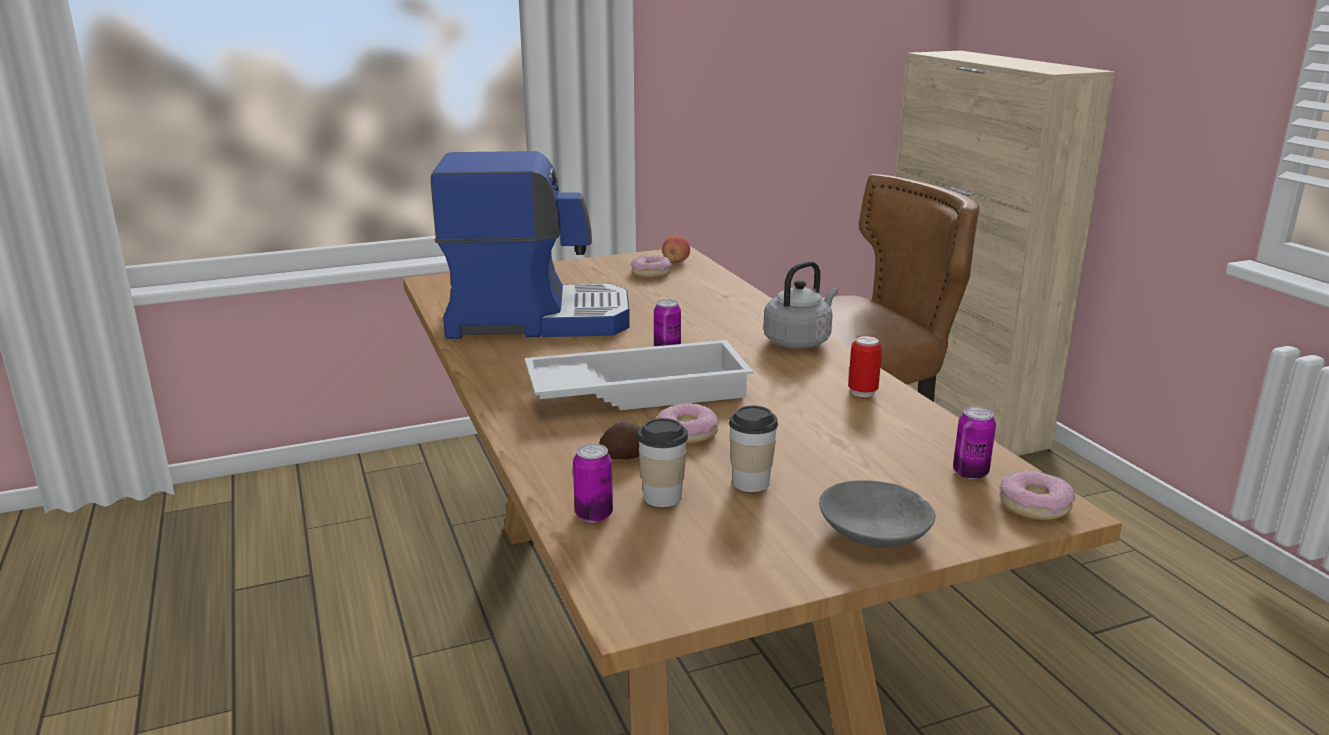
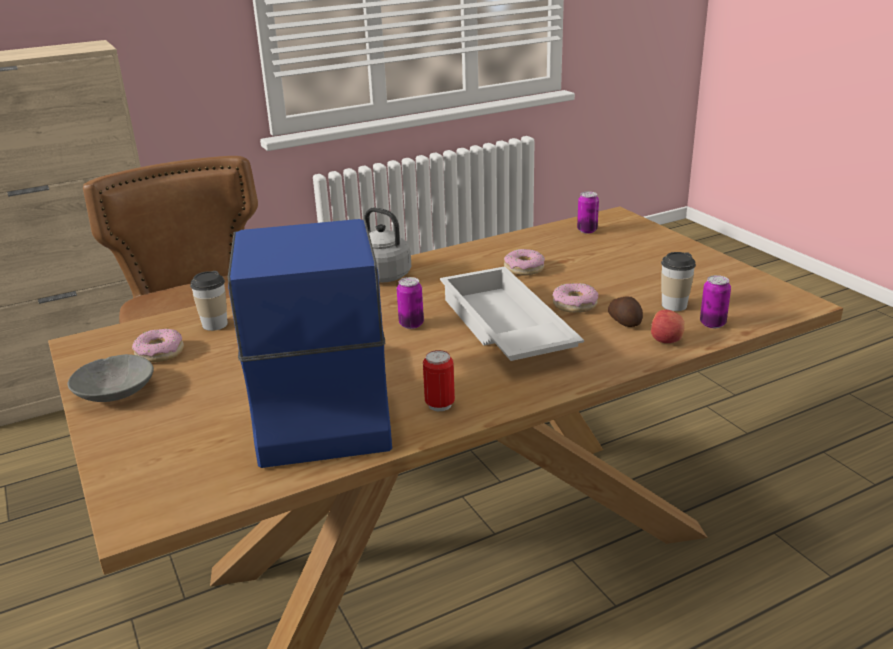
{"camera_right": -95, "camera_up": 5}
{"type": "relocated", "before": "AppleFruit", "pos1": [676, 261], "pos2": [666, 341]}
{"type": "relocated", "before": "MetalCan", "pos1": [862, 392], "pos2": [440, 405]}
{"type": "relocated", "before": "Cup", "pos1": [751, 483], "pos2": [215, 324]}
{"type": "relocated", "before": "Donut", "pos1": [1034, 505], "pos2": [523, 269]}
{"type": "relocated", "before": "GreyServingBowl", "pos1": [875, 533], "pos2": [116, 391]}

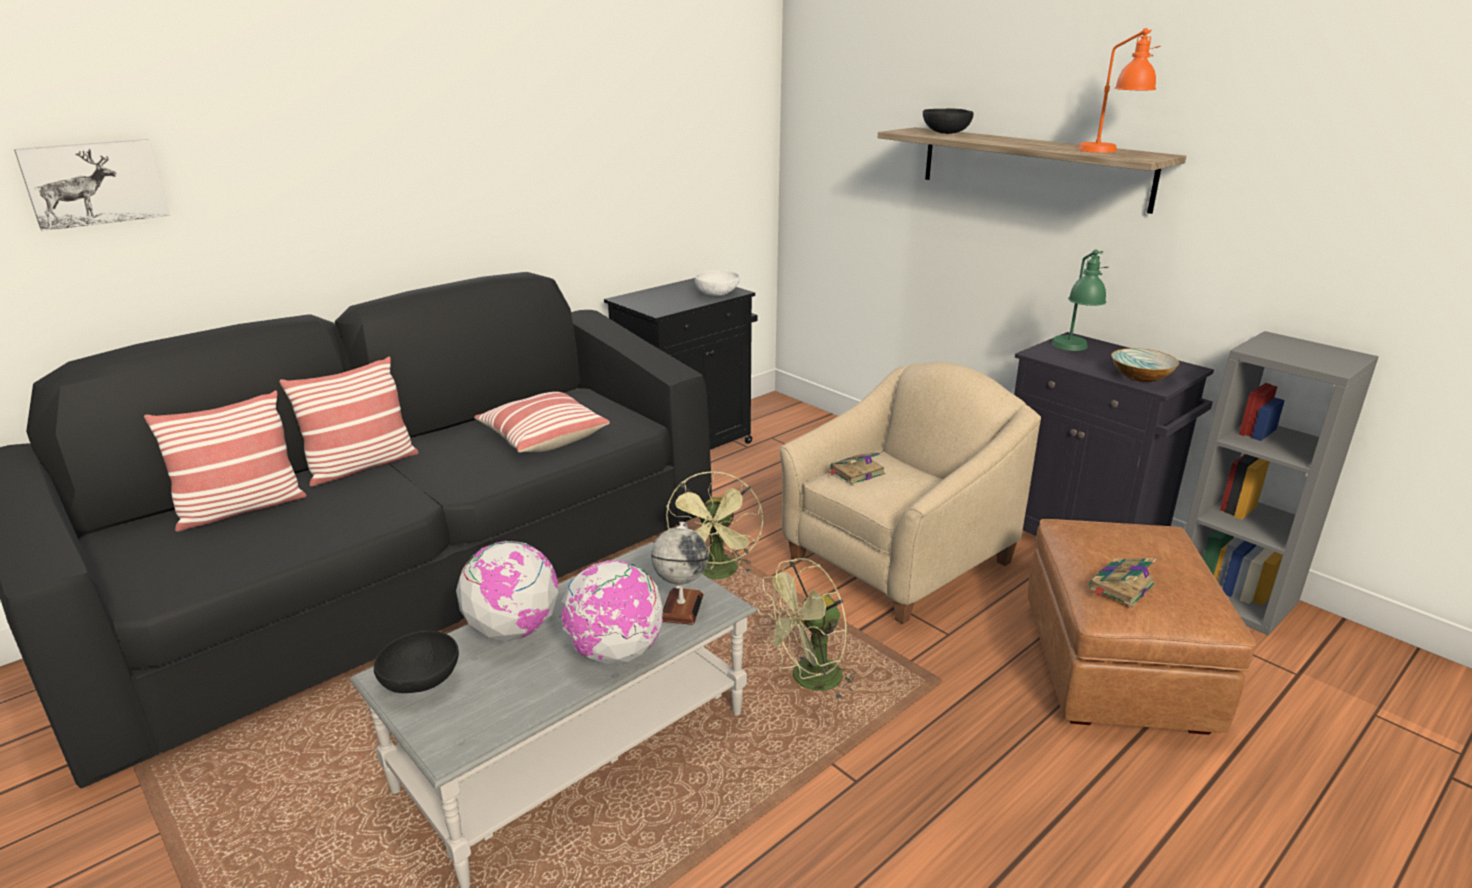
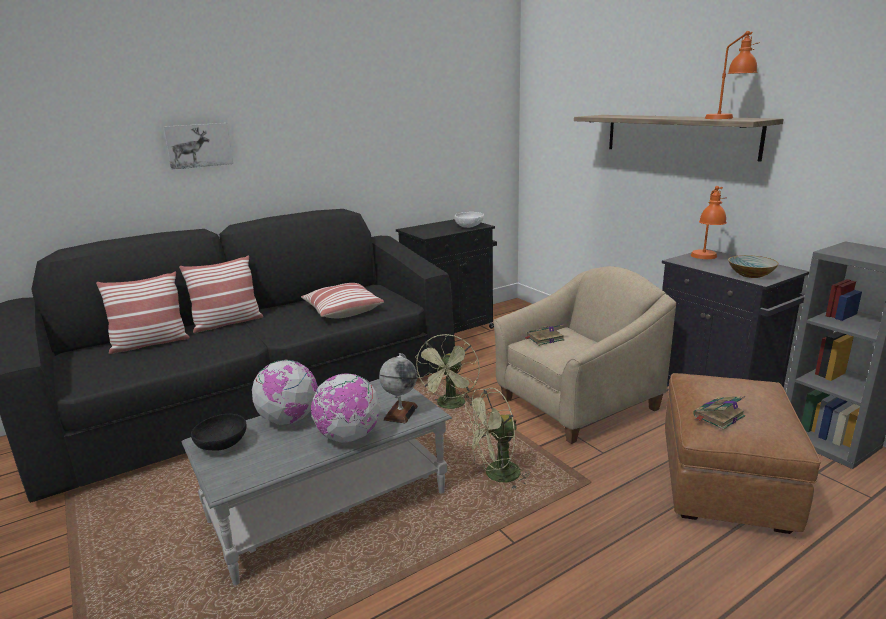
{"camera_right": 10, "camera_up": -5}
{"type": "missing", "before": "BlackishServingBowl", "pos1": [945, 133]}
{"type": "relocated", "before": "Picture", "pos1": [94, 183], "pos2": [198, 145]}
{"type": "colour", "before": "GreenColouredTabletopLamp", "after": "OrangeColouredTabletopLamp", "pos1": [1074, 350], "pos2": [706, 259]}

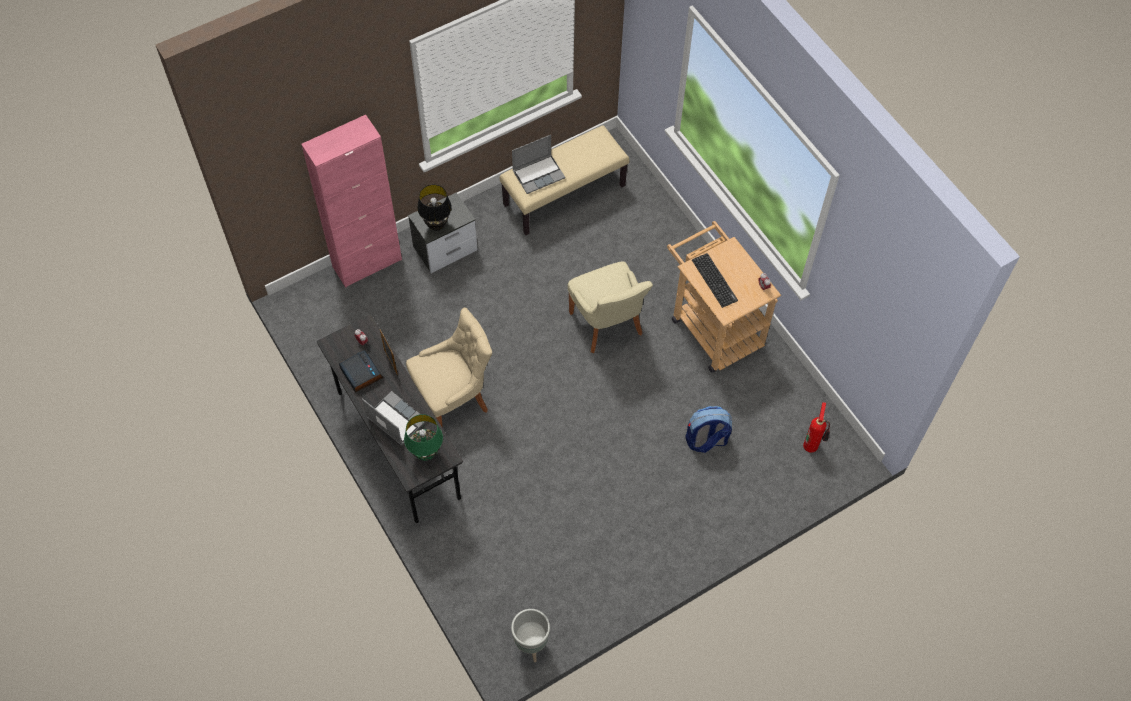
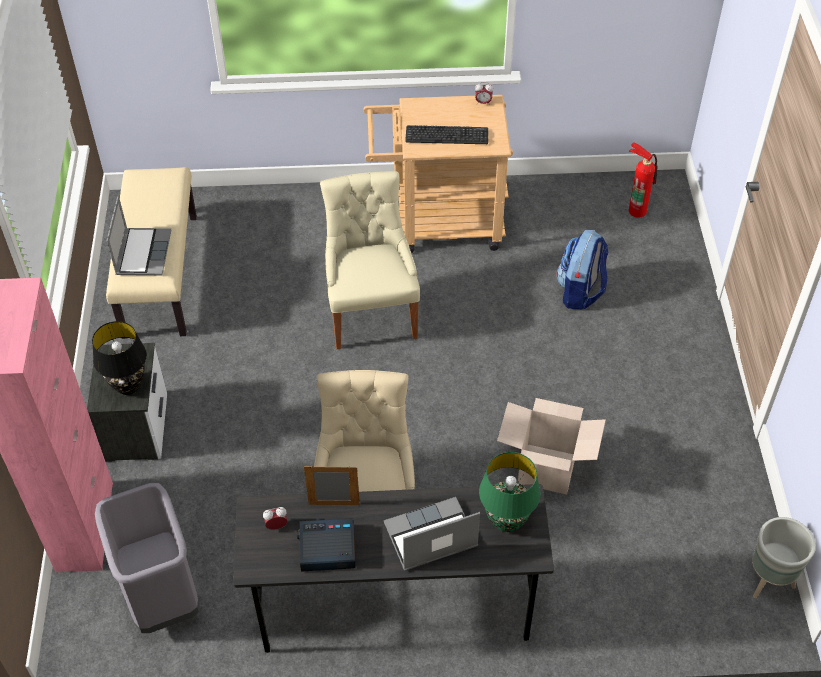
{"camera_right": -60, "camera_up": -10}
{"type": "spun", "before": "BeigeColouredPlainChair", "pos1": [607, 325], "pos2": [371, 313], "turn": -105}
{"type": "appeared", "after": "PackingBox", "pos2": [546, 469]}
{"type": "appeared", "after": "GreyWasteBin", "pos2": [161, 596]}

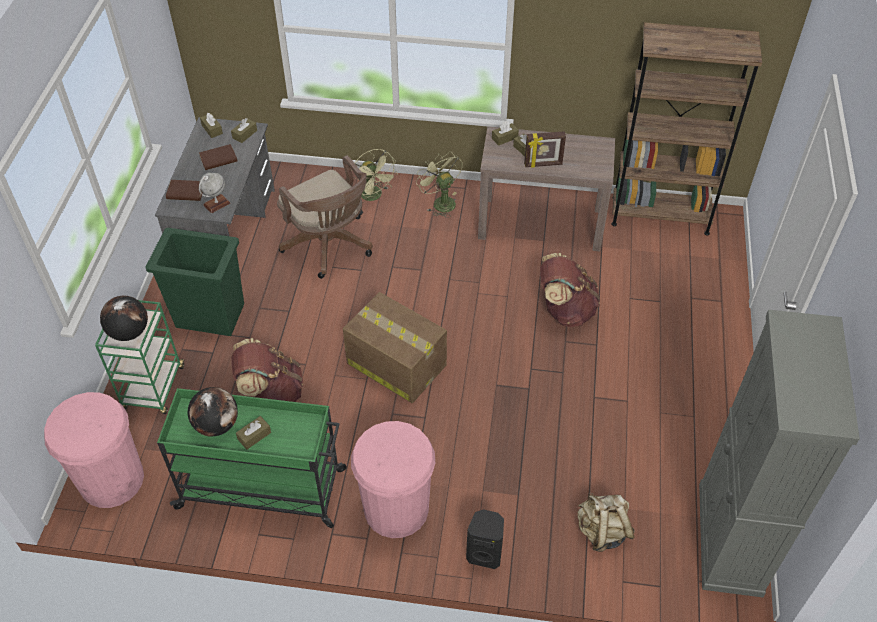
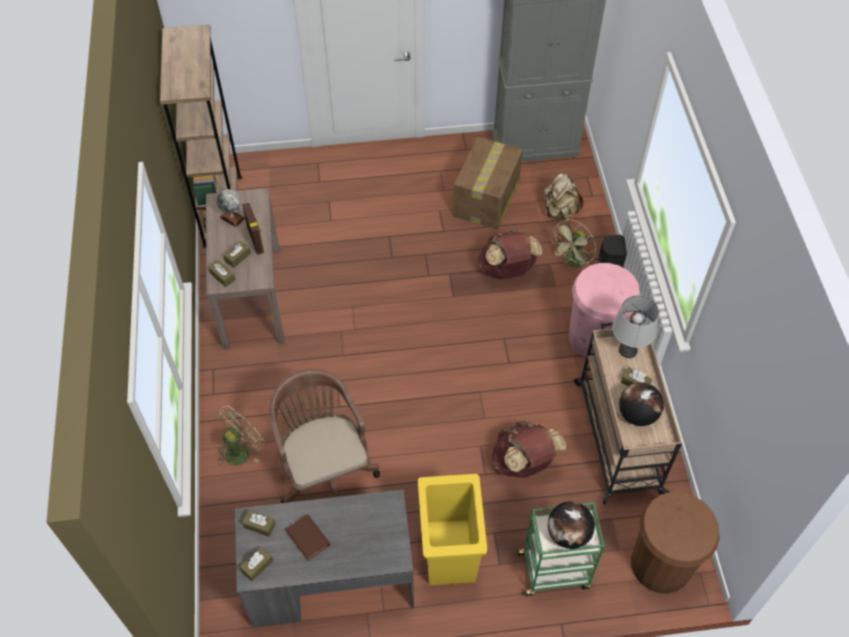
{"camera_right": -105, "camera_up": 5}
{"type": "relocated", "before": "GreenColouredCoolingFan", "pos1": [440, 202], "pos2": [572, 263]}
{"type": "spun", "before": "BrownComputerChair", "pos1": [330, 246], "pos2": [325, 470], "turn": -60}
{"type": "relocated", "before": "Globe", "pos1": [216, 204], "pos2": [232, 218]}
{"type": "missing", "before": "BrownVolume", "pos1": [186, 192]}
{"type": "colour", "before": "GreenColouredWasteBin", "after": "YellowWasteBin", "pos1": [209, 315], "pos2": [449, 555]}
{"type": "relocated", "before": "BrownBackpack", "pos1": [564, 310], "pos2": [507, 270]}
{"type": "relocated", "before": "PackingBox", "pos1": [395, 364], "pos2": [486, 199]}
{"type": "colour", "before": "GreenColouredCart", "after": "BeigeColouredCart", "pos1": [264, 489], "pos2": [617, 436]}
{"type": "colour", "before": "PinkColouredWasteBin", "after": "BrownWasteBin", "pos1": [111, 479], "pos2": [661, 564]}
{"type": "appeared", "after": "GreyTabletopLamp", "pos2": [627, 350]}

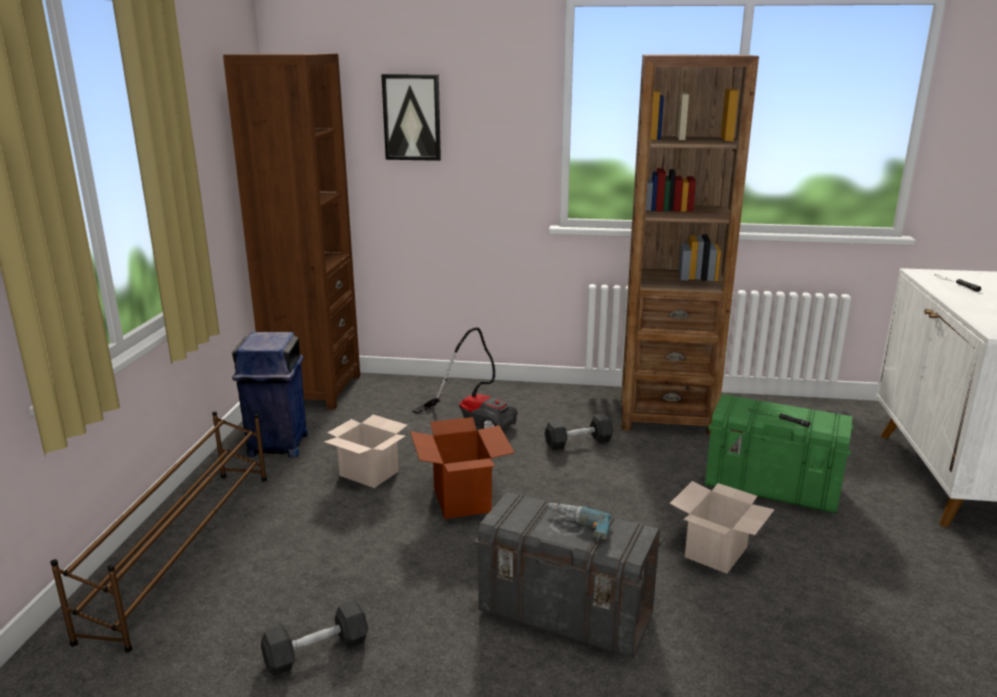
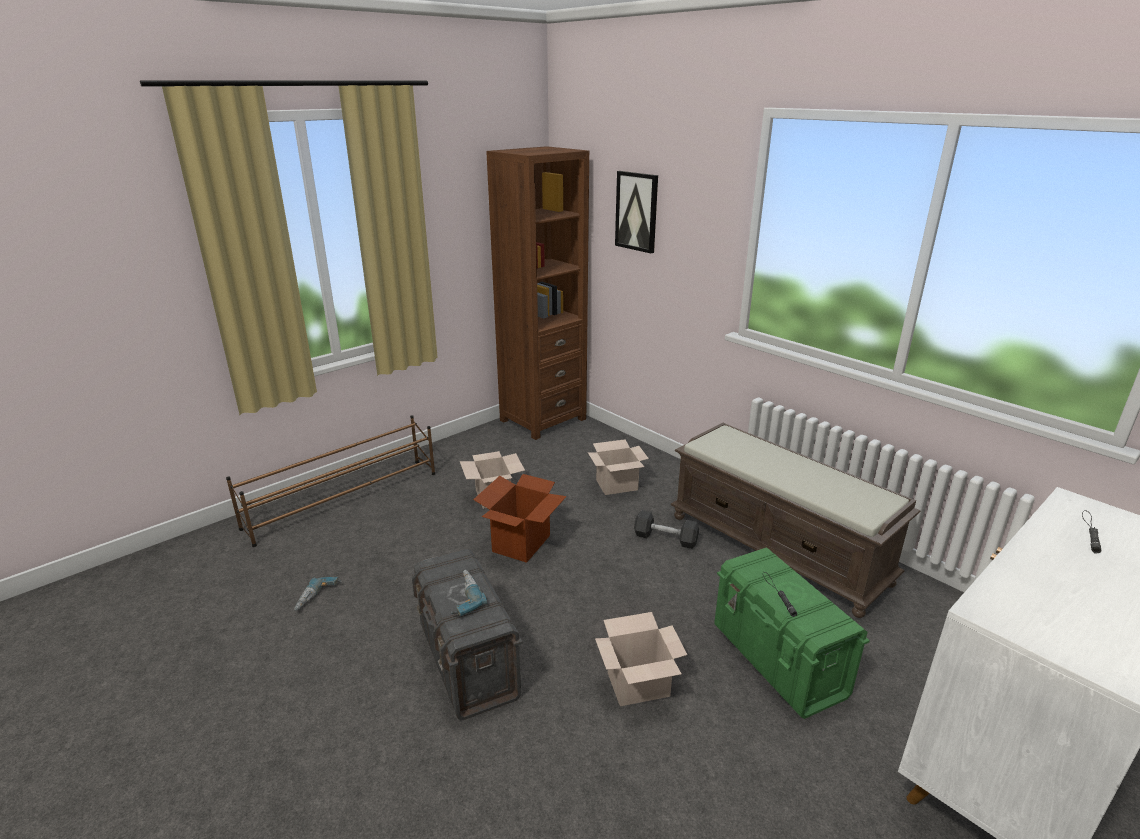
{"camera_right": 40, "camera_up": 5}
{"type": "exchanged", "before": "BrownShelvingUnit", "after": "BrownBench", "pos1": [666, 416], "pos2": [778, 548]}
{"type": "exchanged", "before": "VacuumCleaner", "after": "PackingBox", "pos1": [475, 419], "pos2": [616, 485]}
{"type": "missing", "before": "BlueWasteBin", "pos1": [277, 446]}
{"type": "exchanged", "before": "GreyFreeWeight", "after": "PowerDrill", "pos1": [316, 652], "pos2": [318, 598]}

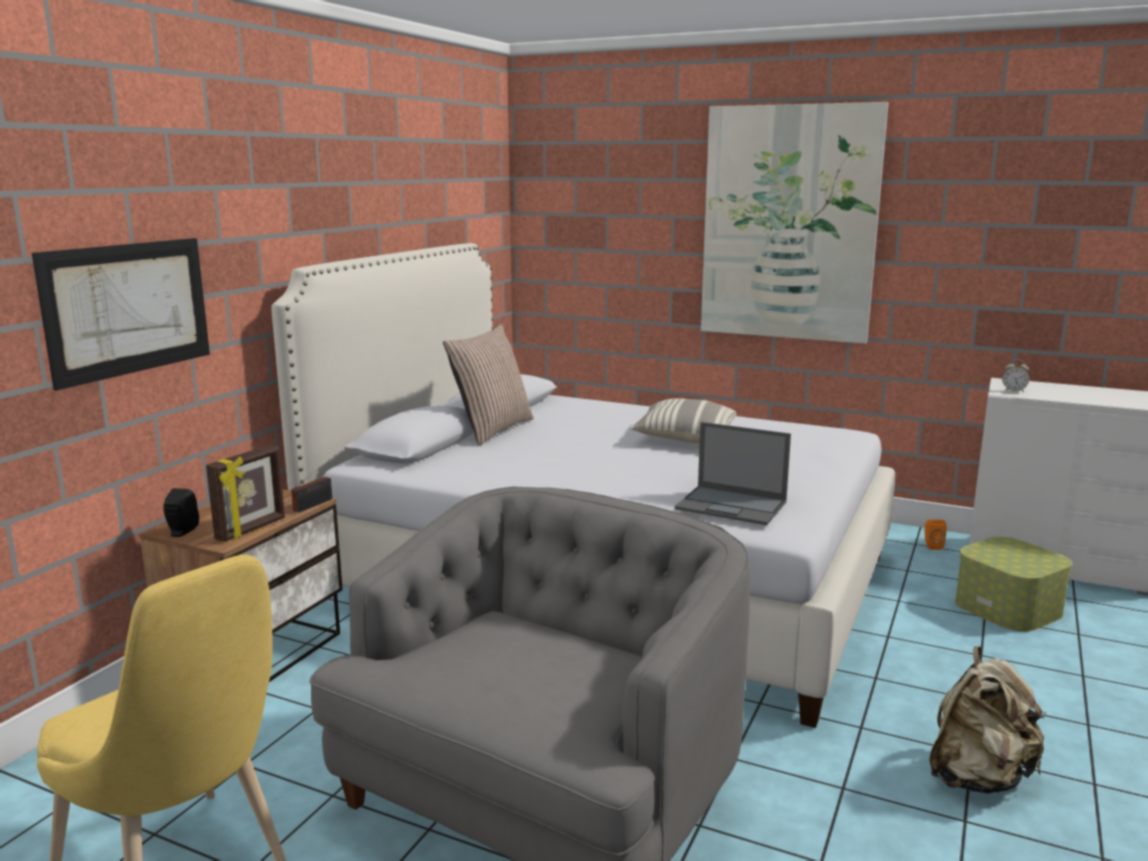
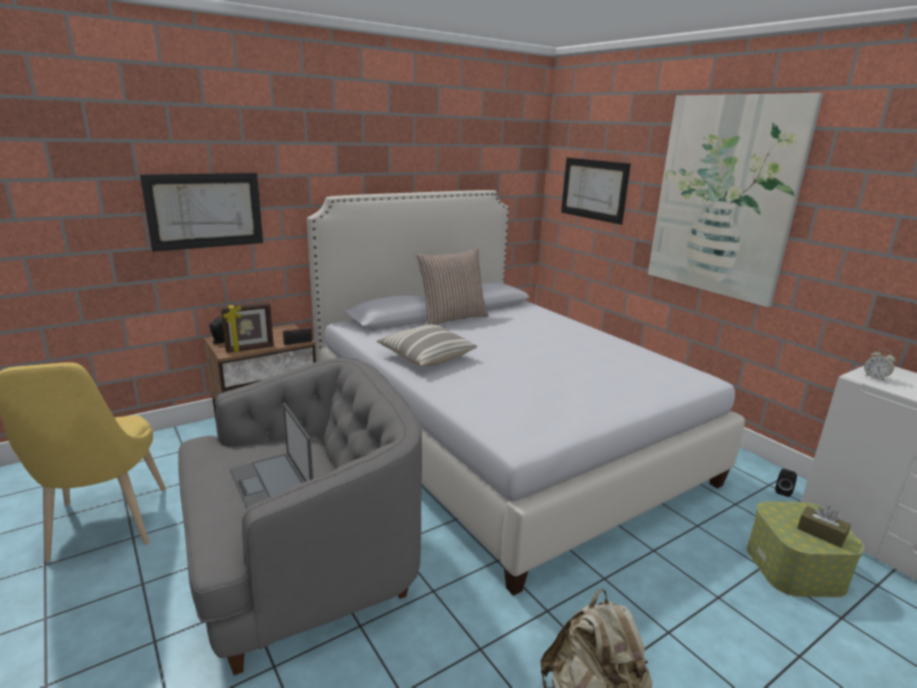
{"camera_right": 30, "camera_up": 5}
{"type": "relocated", "before": "Cushion", "pos1": [684, 438], "pos2": [426, 357]}
{"type": "relocated", "before": "PortableComputer", "pos1": [732, 505], "pos2": [272, 483]}
{"type": "colour", "before": "OrangeColouredAudioSpeaker", "after": "BlackishAudioSpeaker", "pos1": [932, 546], "pos2": [783, 491]}
{"type": "appeared", "after": "Picture", "pos2": [593, 189]}
{"type": "appeared", "after": "BrownTissueHolder", "pos2": [821, 533]}

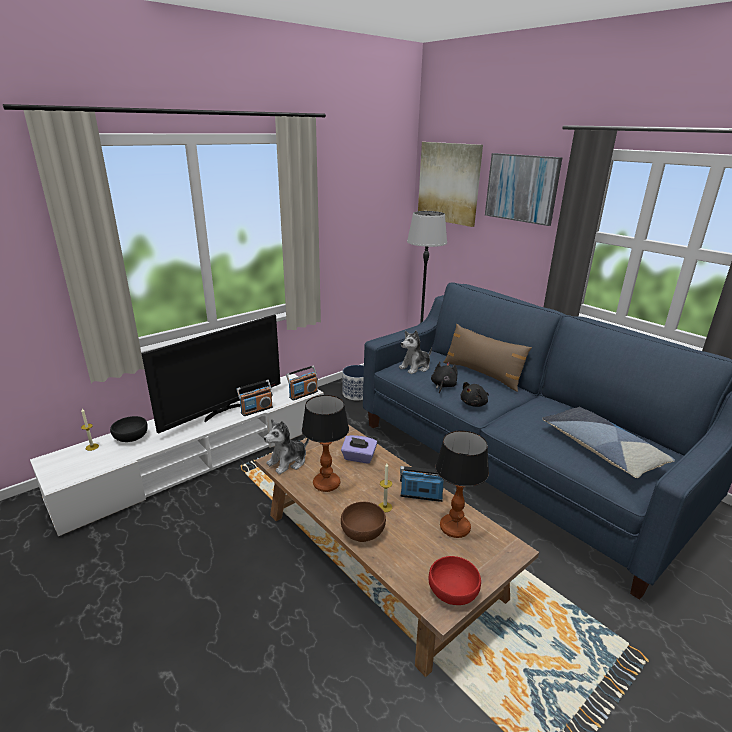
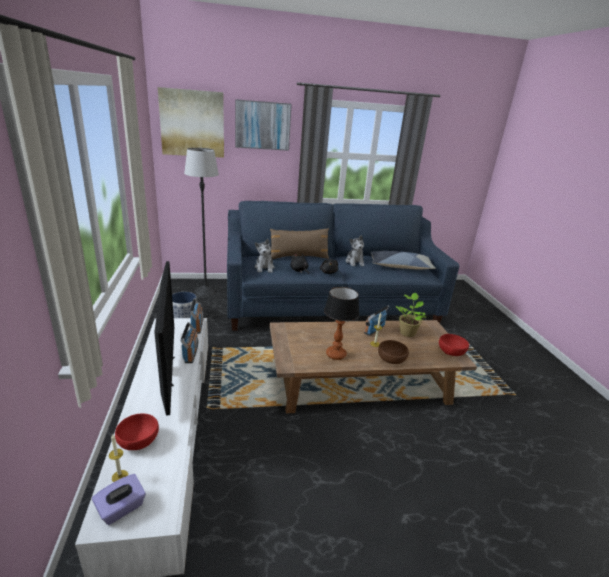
{"camera_right": -60, "camera_up": 0}
{"type": "colour", "before": "BlackishServingBowl", "after": "RedColouredServingBowl", "pos1": [131, 437], "pos2": [139, 440]}
{"type": "relocated", "before": "SoftToy", "pos1": [288, 462], "pos2": [354, 262]}
{"type": "exchanged", "before": "TabletopLamp", "after": "PottedPlant", "pos1": [454, 528], "pos2": [407, 332]}
{"type": "relocated", "before": "PurpleTissueHolder", "pos1": [358, 457], "pos2": [121, 508]}

